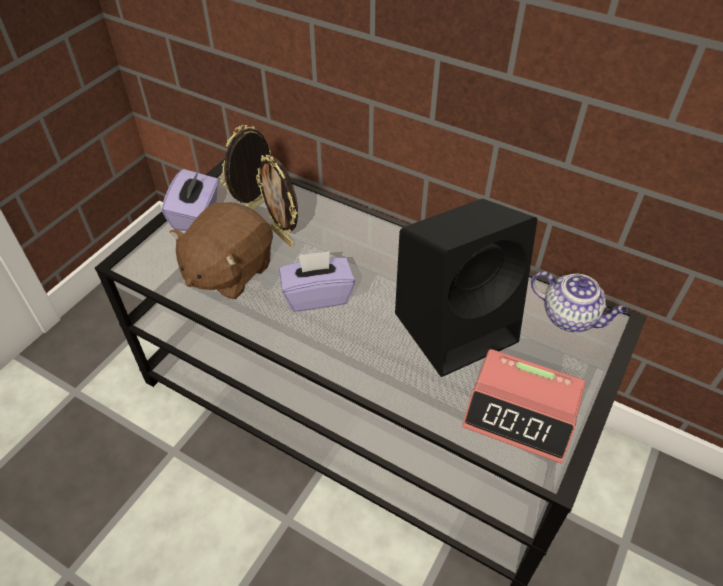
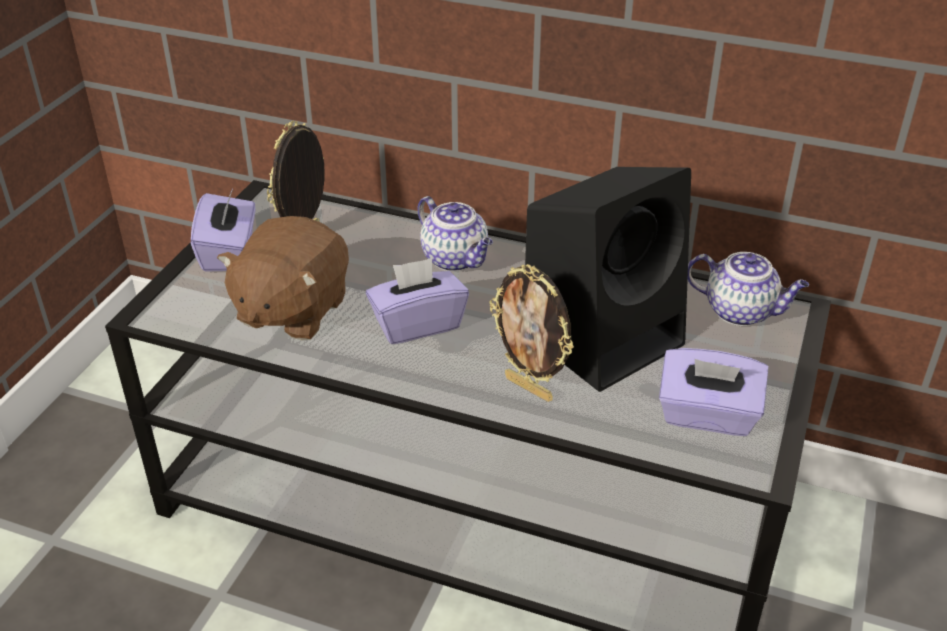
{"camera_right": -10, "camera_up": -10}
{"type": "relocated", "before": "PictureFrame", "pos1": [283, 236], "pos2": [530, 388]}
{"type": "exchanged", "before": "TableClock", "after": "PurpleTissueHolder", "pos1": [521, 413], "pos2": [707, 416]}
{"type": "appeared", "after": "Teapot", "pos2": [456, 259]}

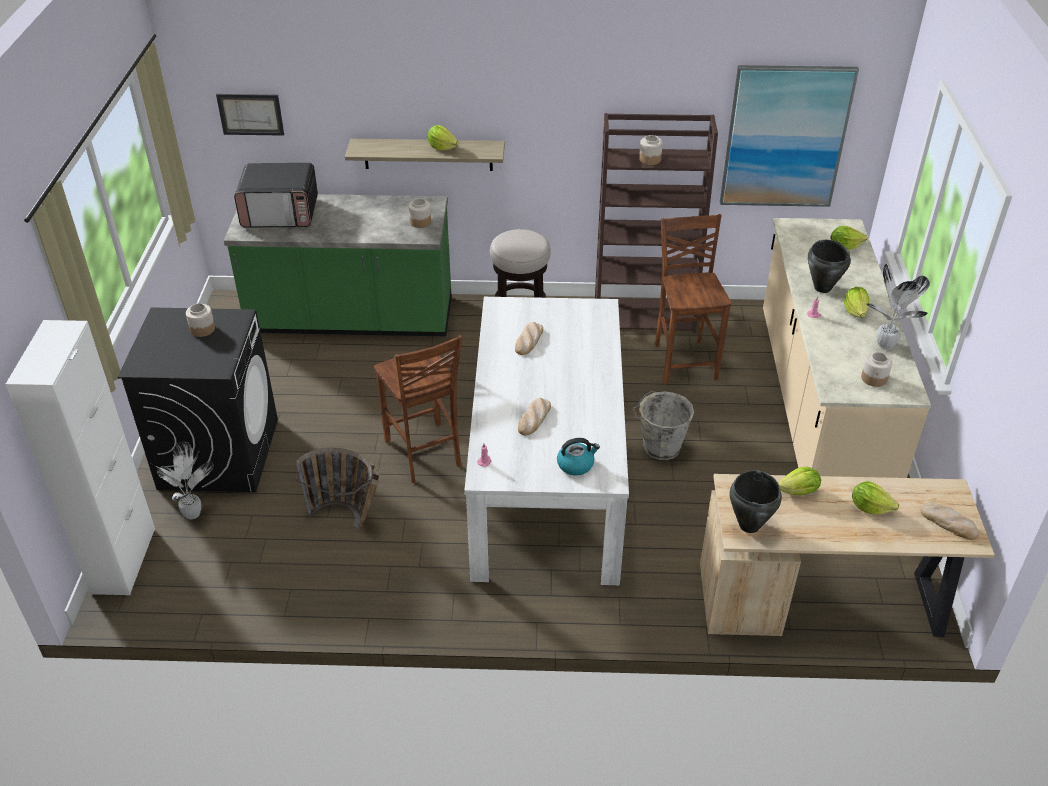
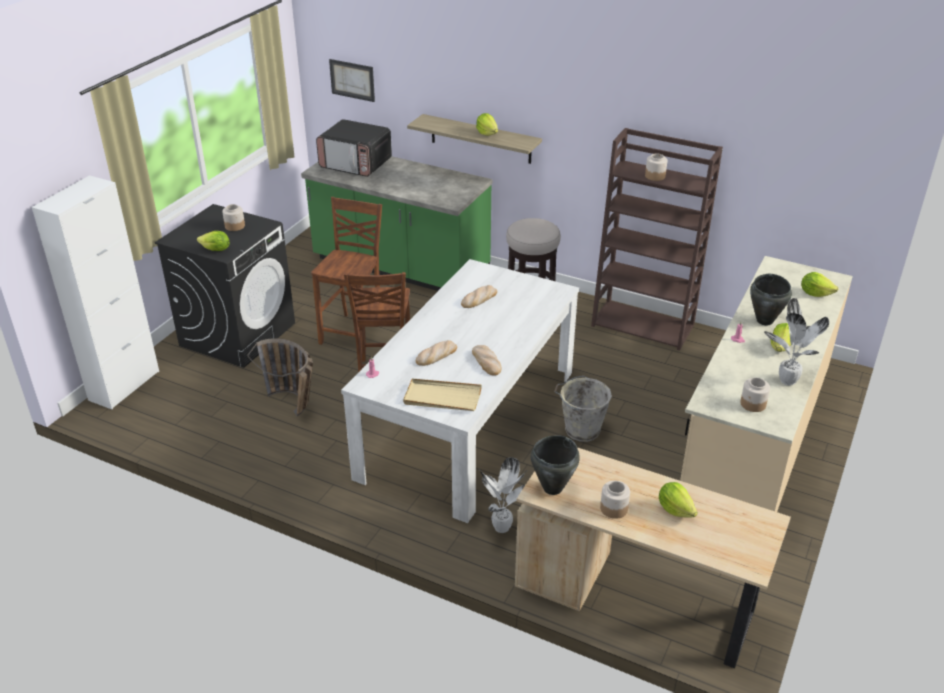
{"camera_right": 25, "camera_up": -5}
{"type": "missing", "before": "Picture", "pos1": [785, 137]}
{"type": "relocated", "before": "Jar", "pos1": [420, 222], "pos2": [613, 508]}
{"type": "relocated", "before": "BrownPlainChair", "pos1": [684, 361], "pos2": [354, 332]}
{"type": "exchanged", "before": "WaterKettle", "after": "BeigeColouredCarryingTray", "pos1": [576, 464], "pos2": [442, 398]}
{"type": "relocated", "before": "PottedPlant", "pos1": [194, 514], "pos2": [503, 529]}
{"type": "relocated", "before": "HeadOfLettuce", "pos1": [799, 492], "pos2": [216, 250]}
{"type": "relocated", "before": "Bread", "pos1": [949, 523], "pos2": [487, 362]}

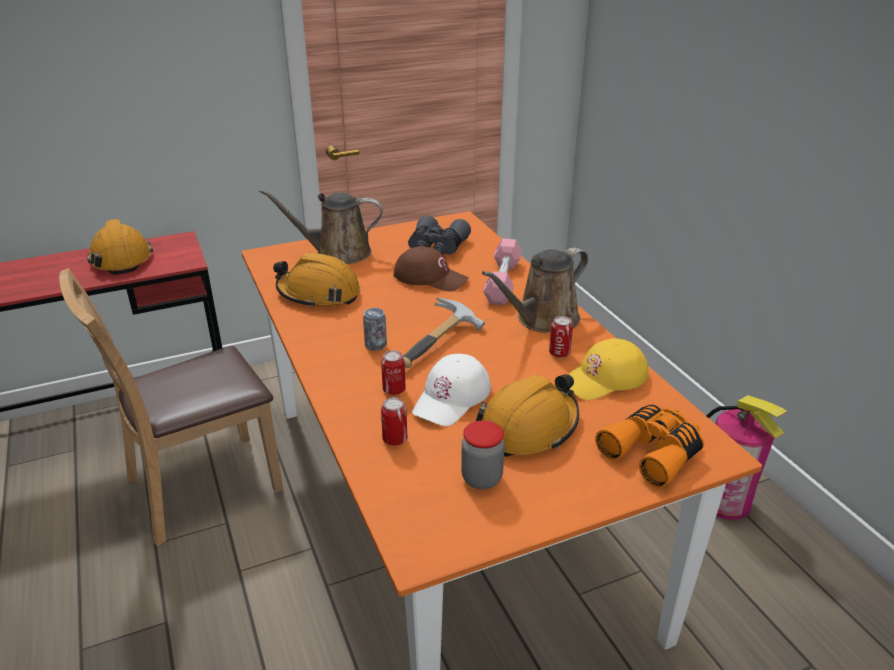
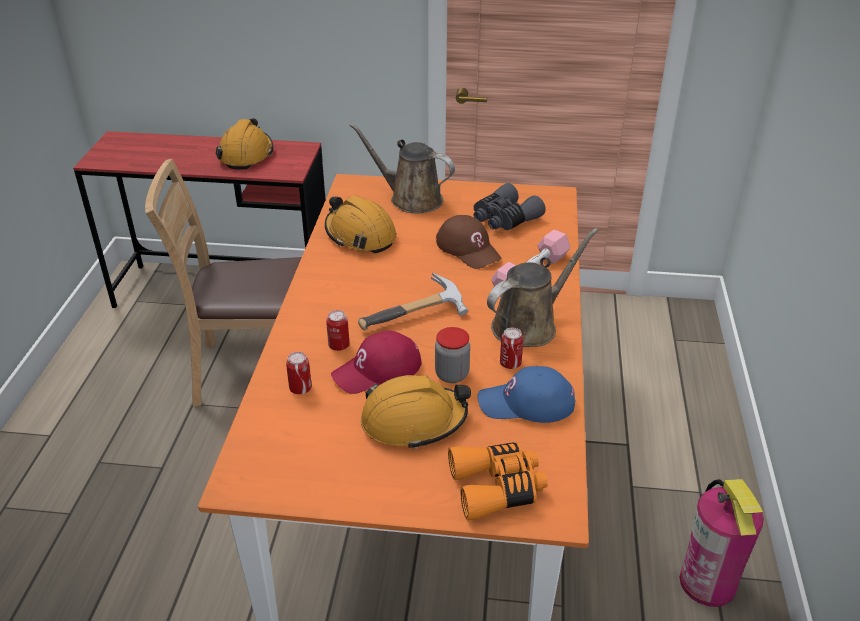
{"camera_right": 30, "camera_up": 5}
{"type": "spun", "before": "BrownSprinklingCan", "pos1": [543, 320], "pos2": [529, 325], "turn": 150}
{"type": "missing", "before": "MetalCan", "pos1": [376, 345]}
{"type": "colour", "before": "YellowPeakedCap", "after": "BluePeakedCap", "pos1": [604, 378], "pos2": [526, 403]}
{"type": "colour", "before": "WhiteColouredPeakedCap", "after": "RedColouredPeakedCap", "pos1": [452, 398], "pos2": [377, 370]}
{"type": "relocated", "before": "Jar", "pos1": [481, 478], "pos2": [452, 374]}

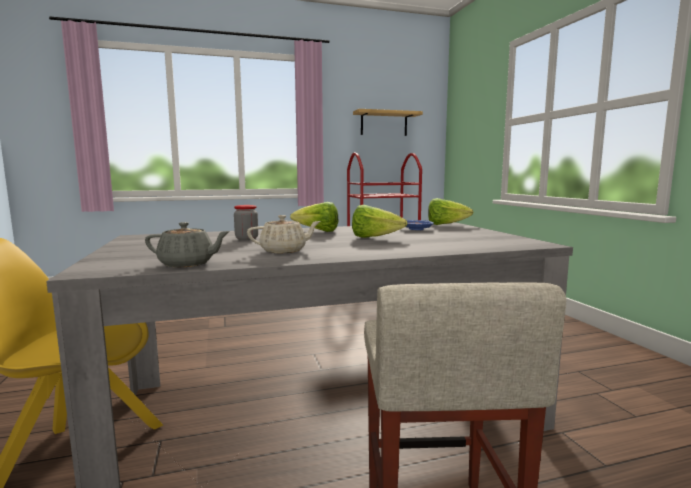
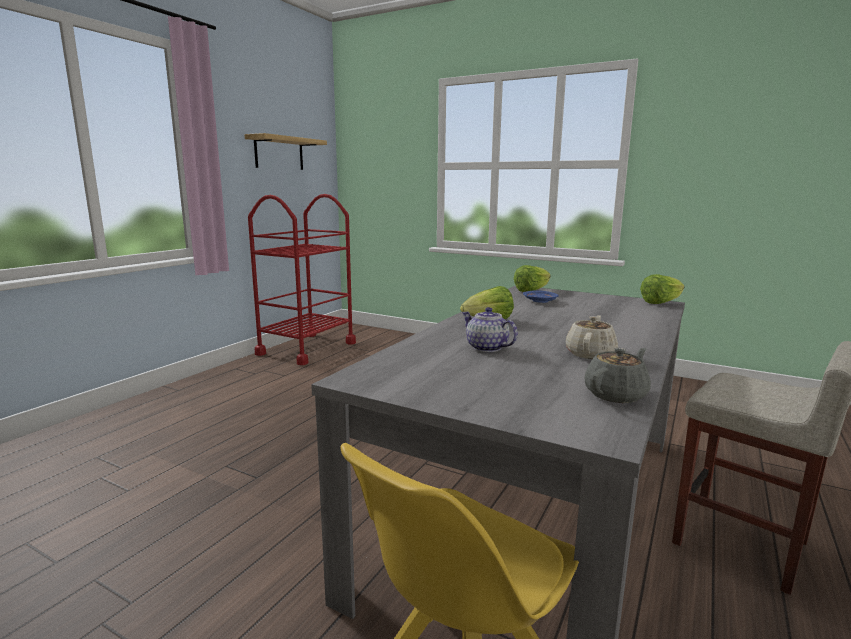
{"camera_right": -45, "camera_up": 5}
{"type": "exchanged", "before": "Jar", "after": "Teapot", "pos1": [246, 239], "pos2": [486, 348]}
{"type": "relocated", "before": "HeadOfLettuce", "pos1": [374, 238], "pos2": [660, 303]}

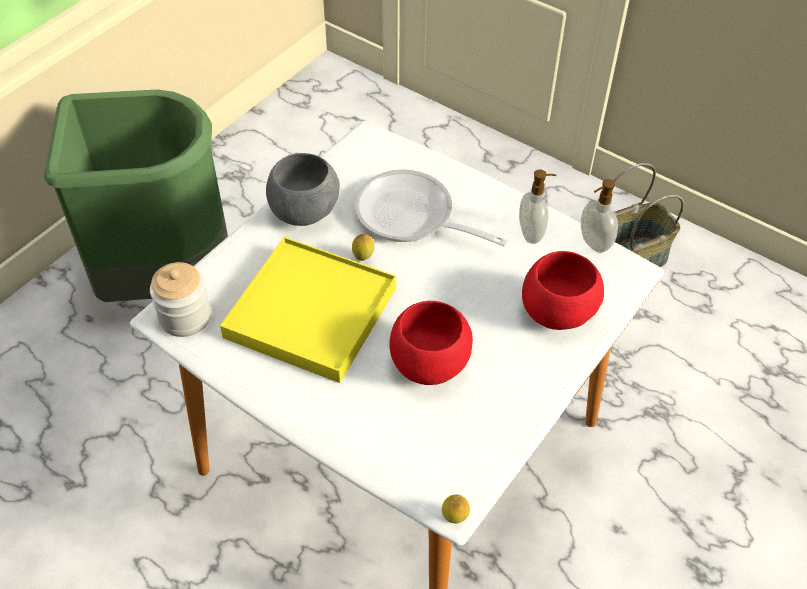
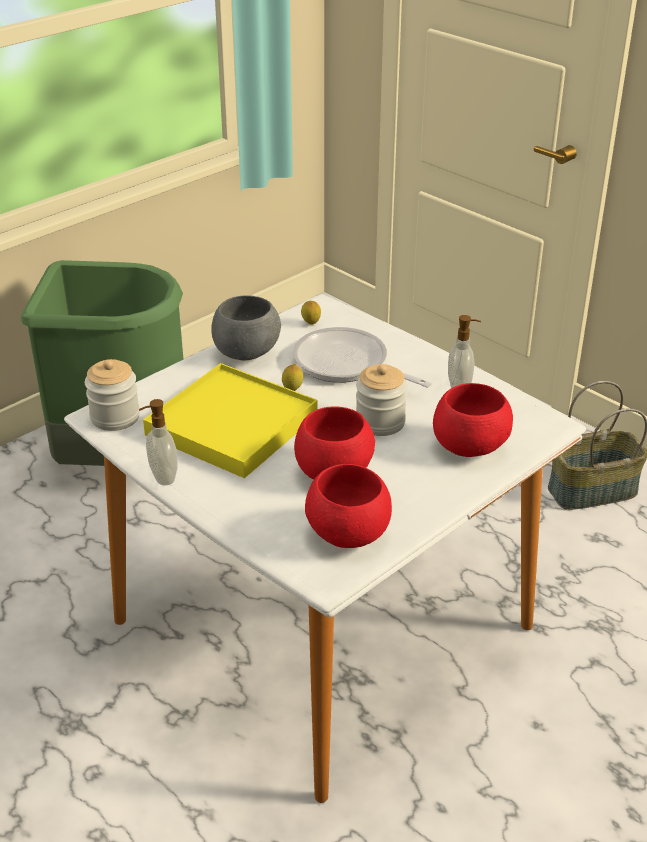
{"camera_right": 10, "camera_up": -15}
{"type": "relocated", "before": "SoapDispenser", "pos1": [593, 243], "pos2": [162, 477]}
{"type": "relocated", "before": "Lemon", "pos1": [454, 518], "pos2": [311, 324]}
{"type": "appeared", "after": "Jar", "pos2": [380, 422]}
{"type": "appeared", "after": "RedColouredServingBowl", "pos2": [347, 535]}

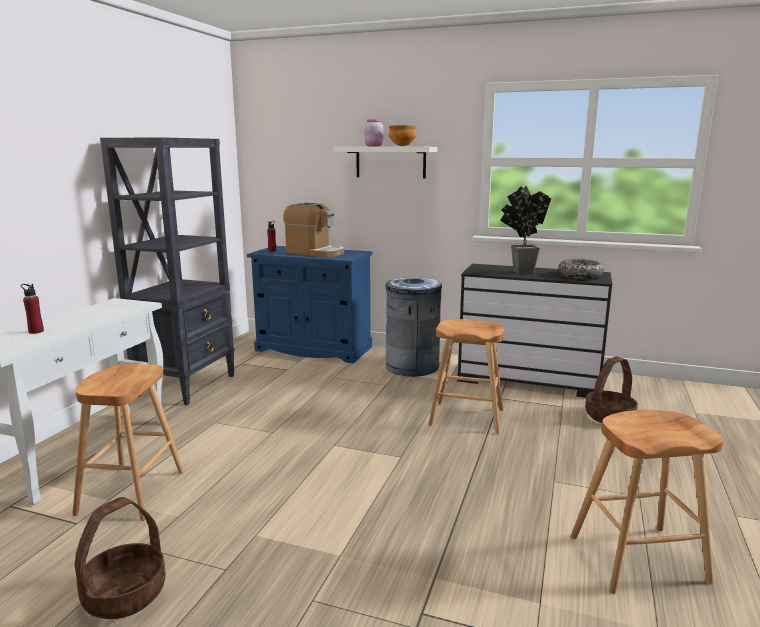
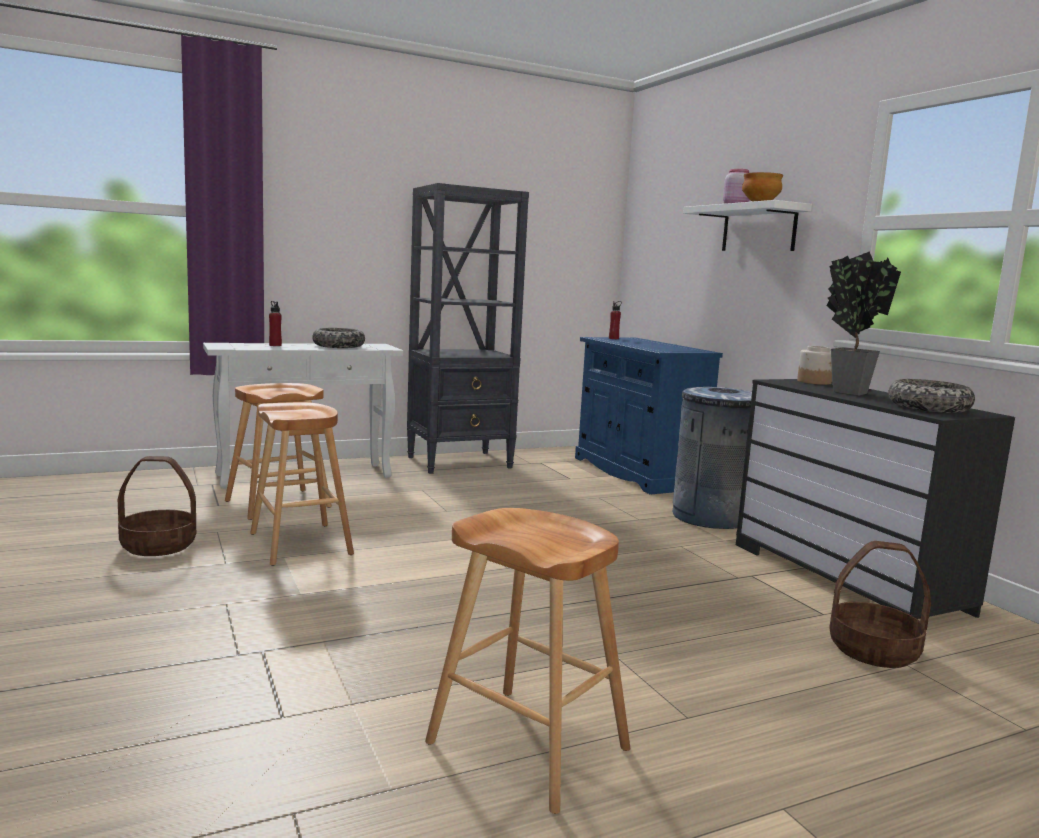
{"camera_right": 45, "camera_up": -5}
{"type": "missing", "before": "CoffeeMaker", "pos1": [315, 253]}
{"type": "relocated", "before": "BrownSittingStool", "pos1": [466, 417], "pos2": [300, 543]}
{"type": "appeared", "after": "ServingBowl", "pos2": [339, 346]}
{"type": "appeared", "after": "Jar", "pos2": [814, 382]}

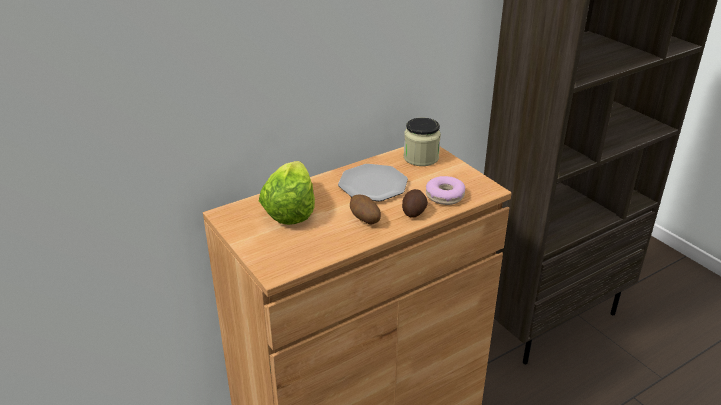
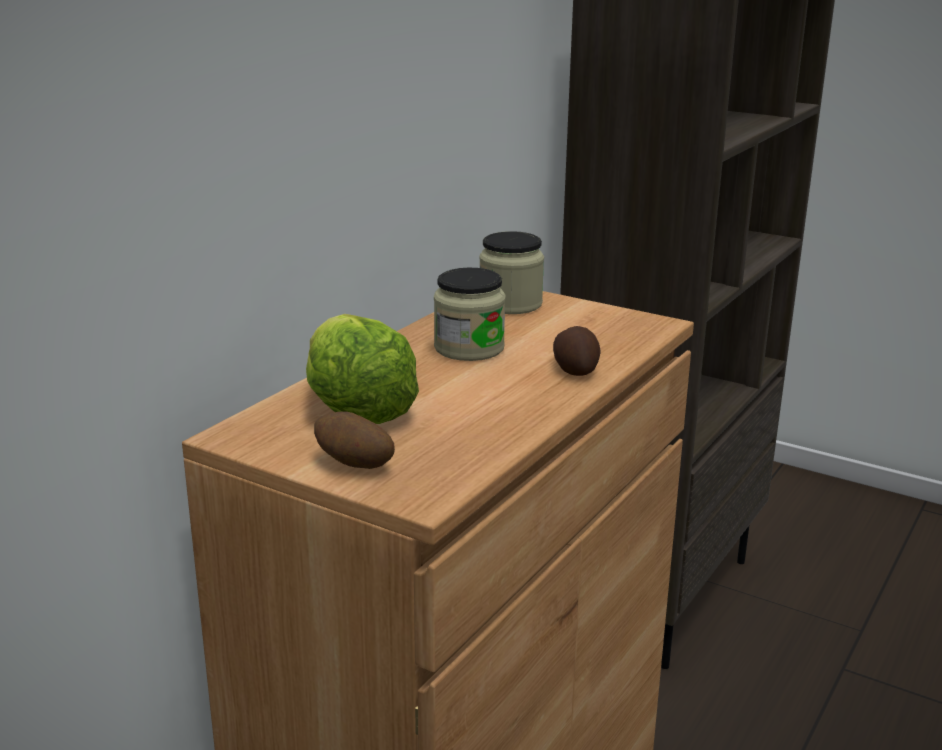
{"camera_right": -25, "camera_up": -10}
{"type": "exchanged", "before": "DinnerPlate", "after": "Jar", "pos1": [373, 184], "pos2": [469, 348]}
{"type": "missing", "before": "Donut", "pos1": [445, 196]}
{"type": "relocated", "before": "Spud", "pos1": [364, 220], "pos2": [354, 465]}

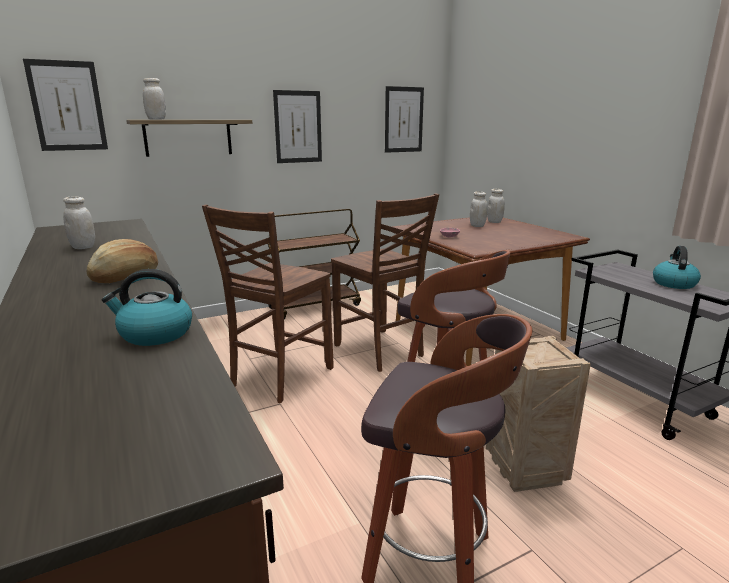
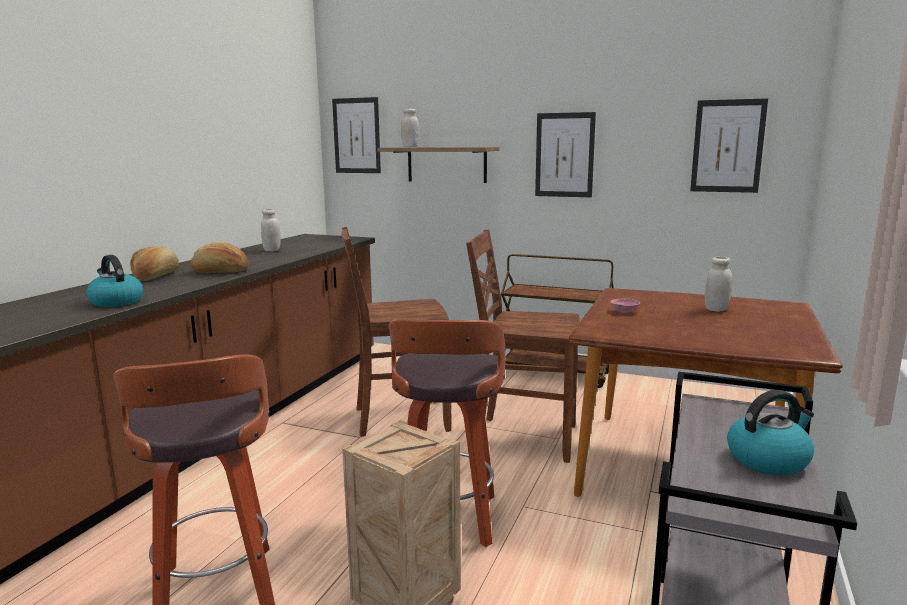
{"camera_right": 50, "camera_up": -5}
{"type": "missing", "before": "WhiteColouredJar", "pos1": [494, 222]}
{"type": "spun", "before": "BrownPlainChair", "pos1": [380, 351], "pos2": [523, 437], "turn": 90}
{"type": "appeared", "after": "Bread", "pos2": [156, 276]}

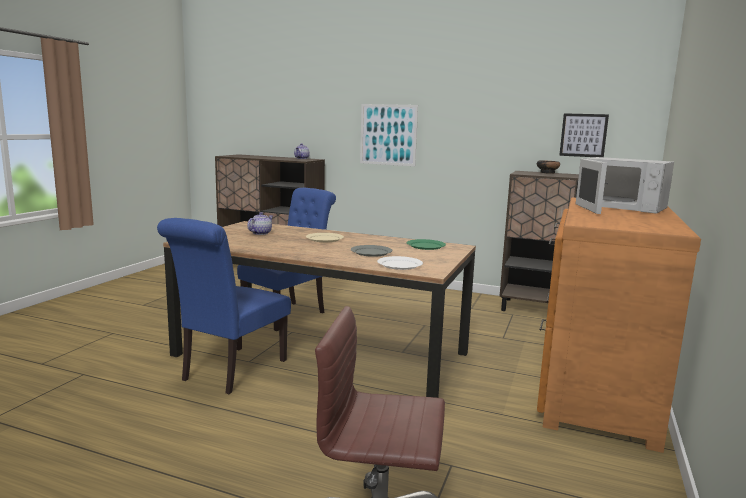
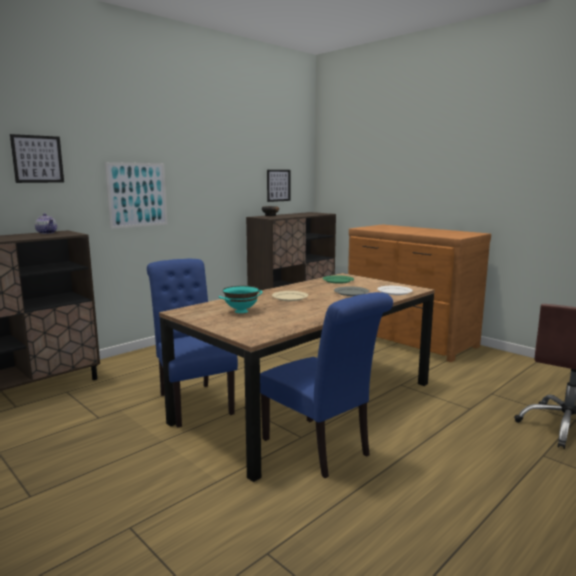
{"camera_right": -65, "camera_up": 0}
{"type": "missing", "before": "WhiteColouredMicrowave", "pos1": [618, 207]}
{"type": "exchanged", "before": "Teapot", "after": "TurquoiseColouredServingBowl", "pos1": [260, 233], "pos2": [241, 311]}
{"type": "appeared", "after": "Picture", "pos2": [37, 159]}

